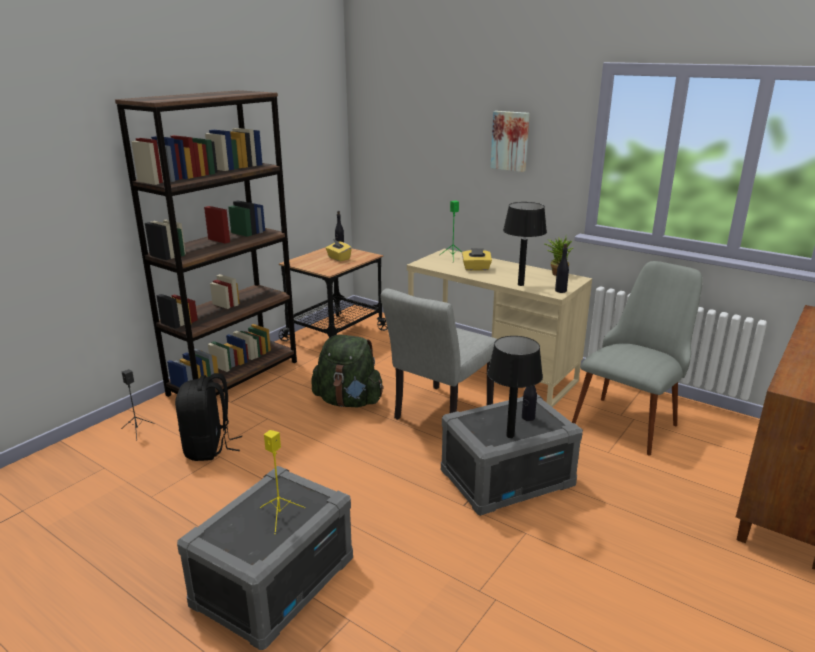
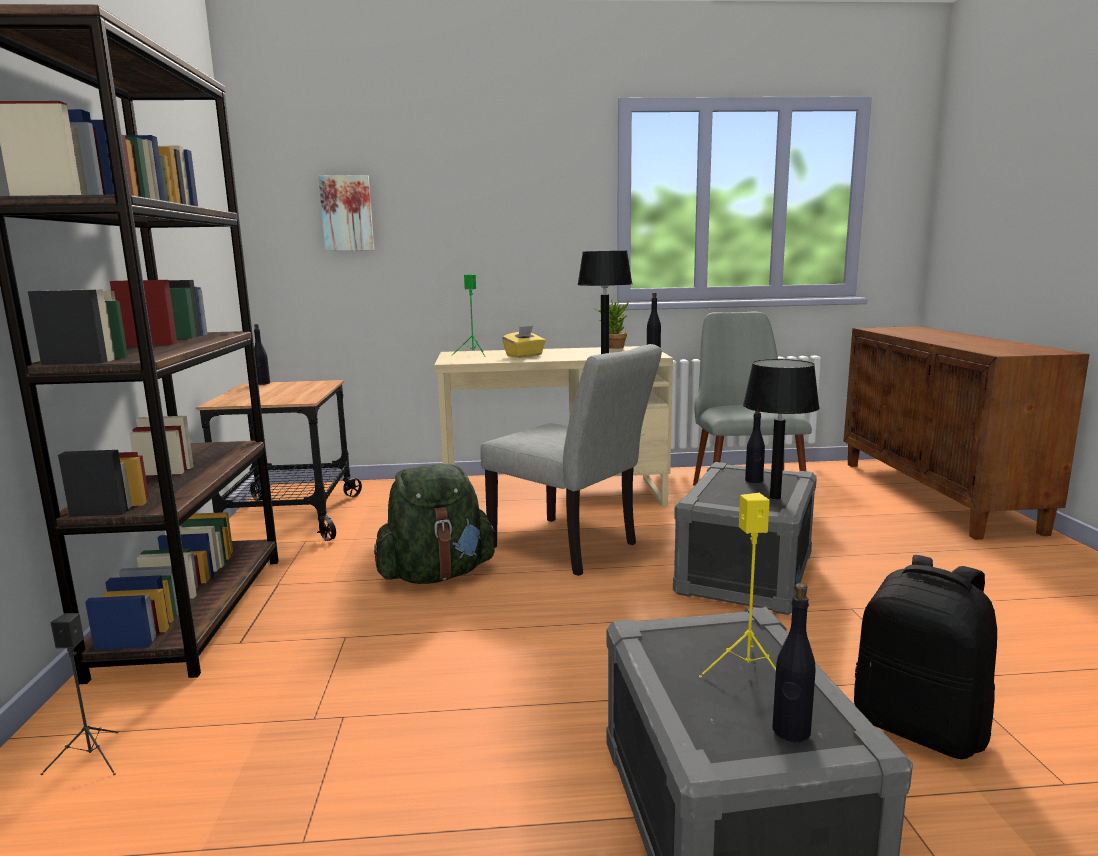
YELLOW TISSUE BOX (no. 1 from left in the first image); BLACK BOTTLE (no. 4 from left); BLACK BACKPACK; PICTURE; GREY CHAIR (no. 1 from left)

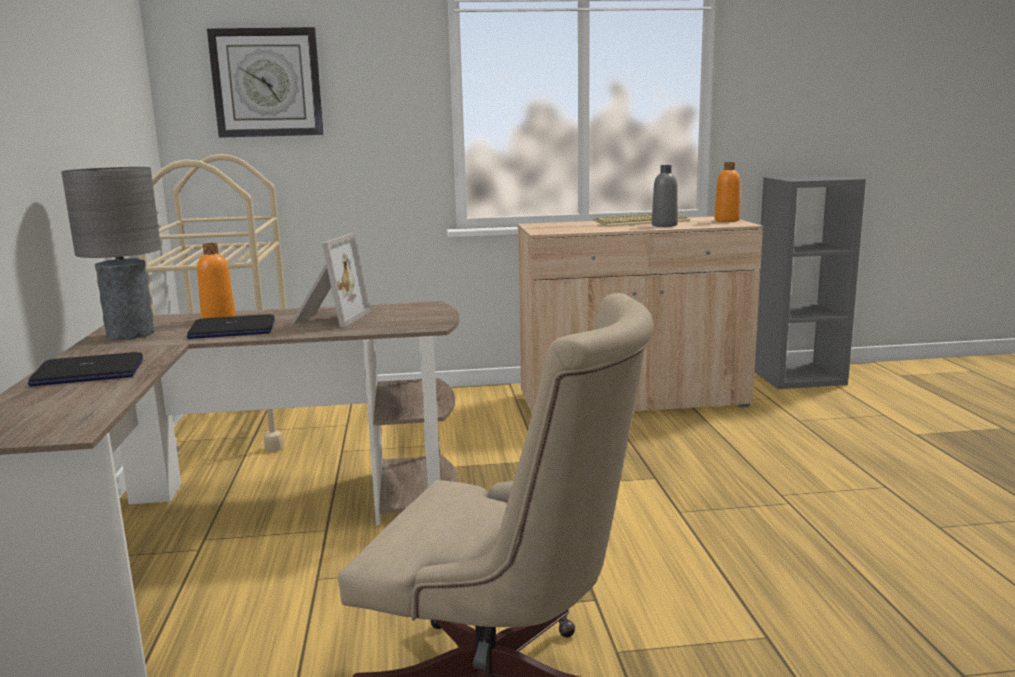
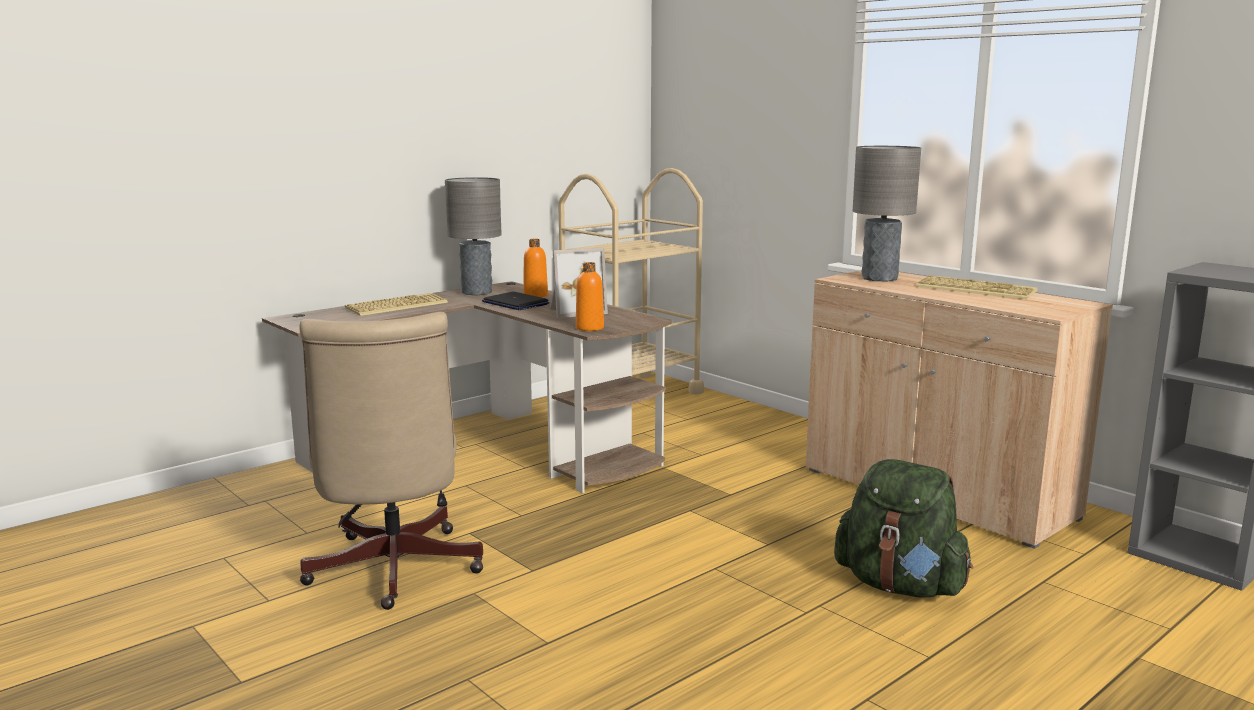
WALL CLOCK; GREY BOTTLE; GREEN BACKPACK; GREY TABLE LAMP (no. 2 from left); ORANGE BOTTLE (no. 2 from left); KEYBOARD (no. 1 from left)

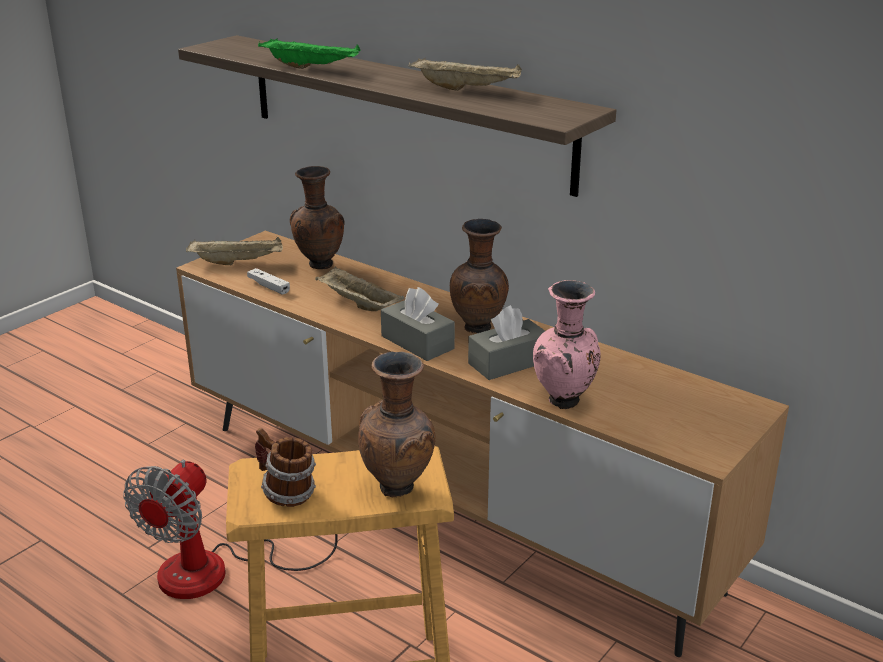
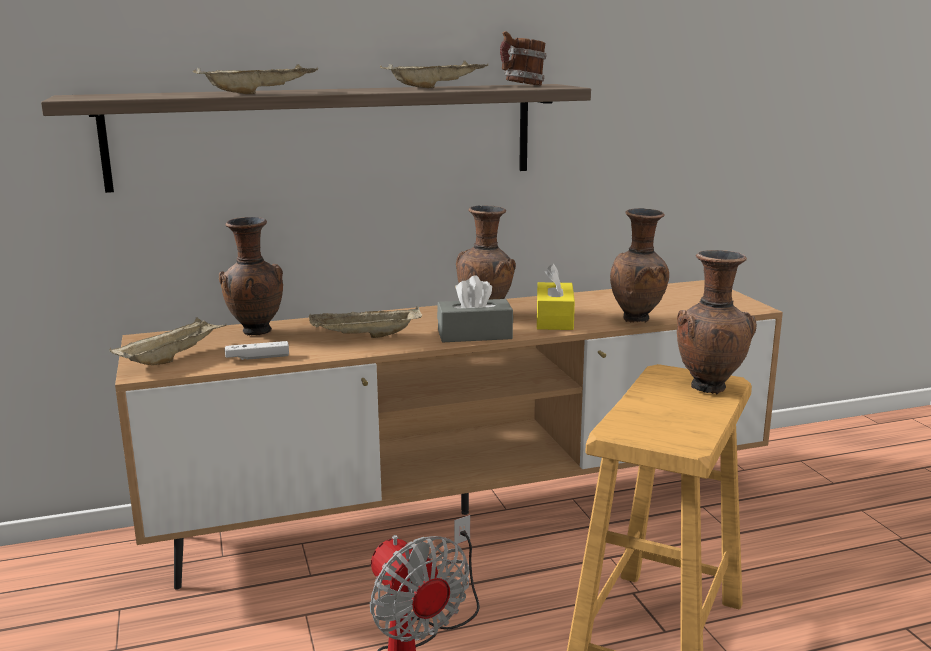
MUG; BEIGE TRAY (no. 2 from left); YELLOW TISSUE BOX; BROWN VASE (no. 3 from left)

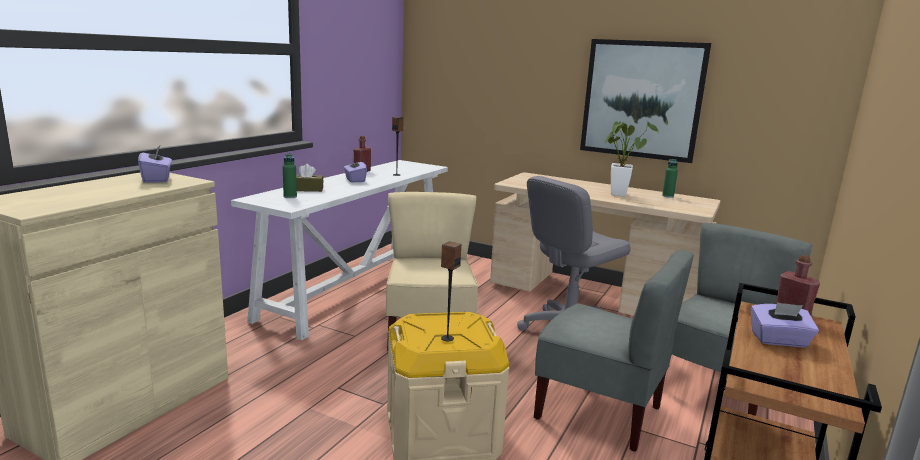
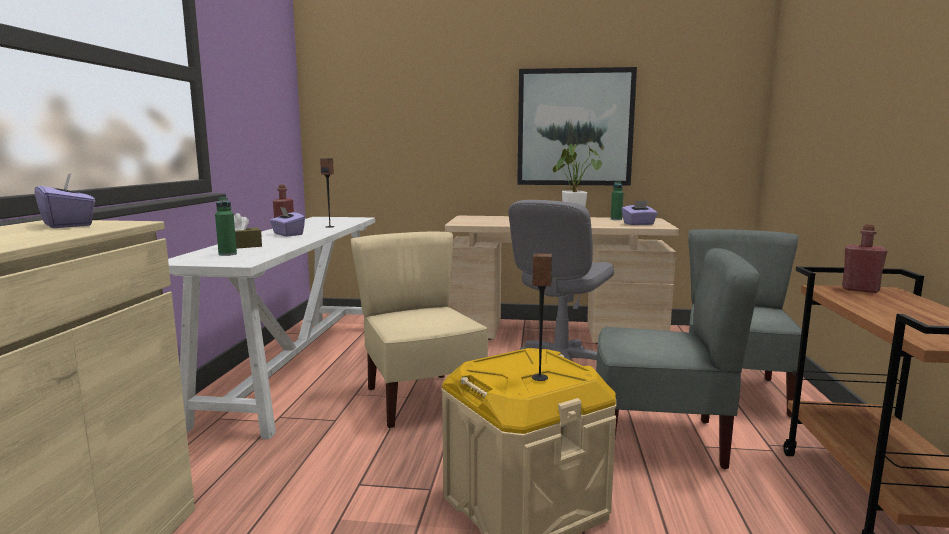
PURPLE TISSUE BOX (no. 3 from left)

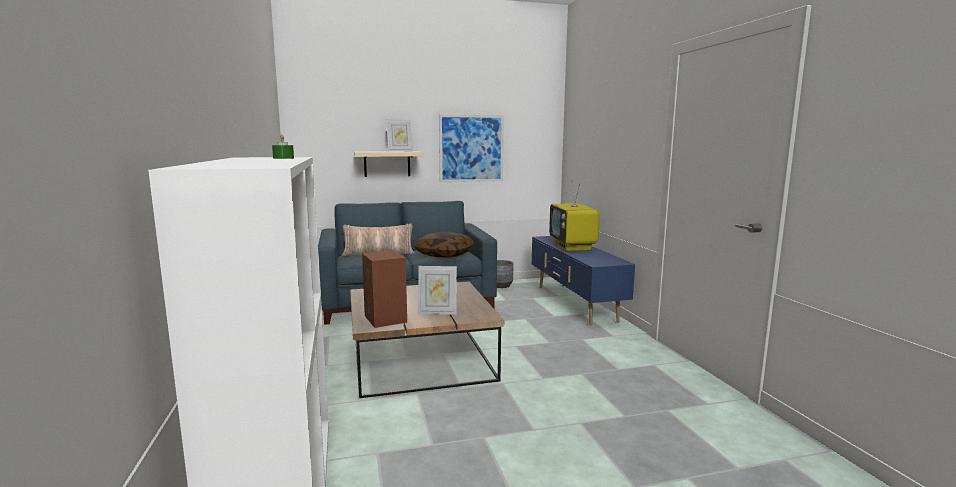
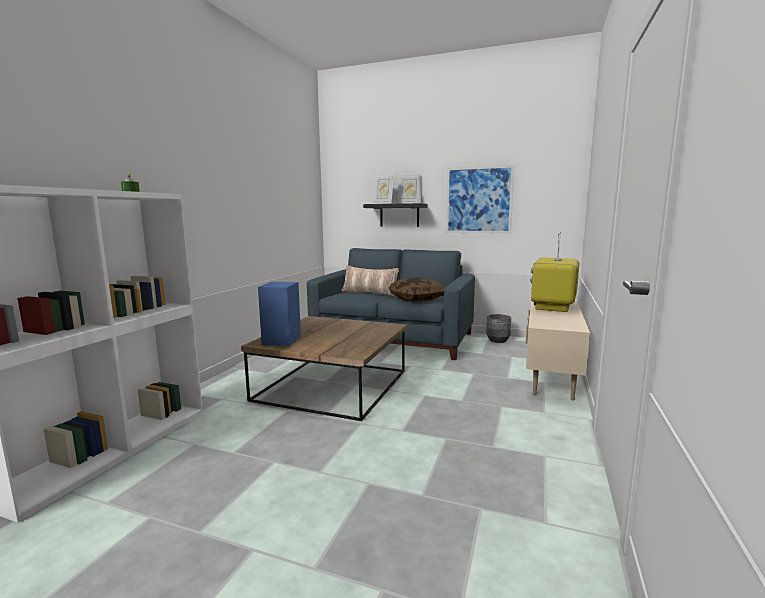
PICTURE FRAME (no. 1 from left); BLACK SHELF; BLUE SPEAKER; BEIGE TV STAND

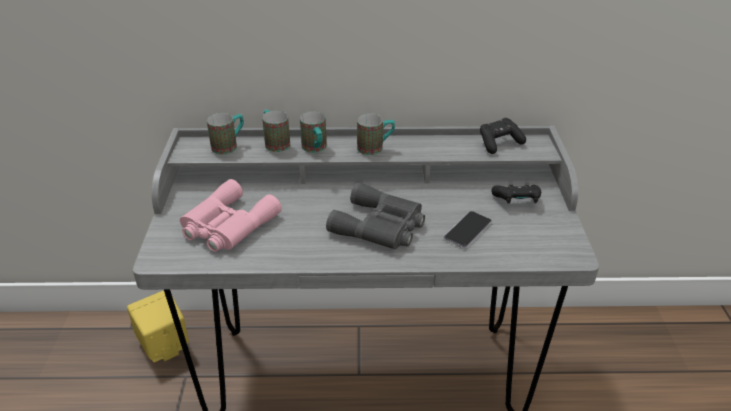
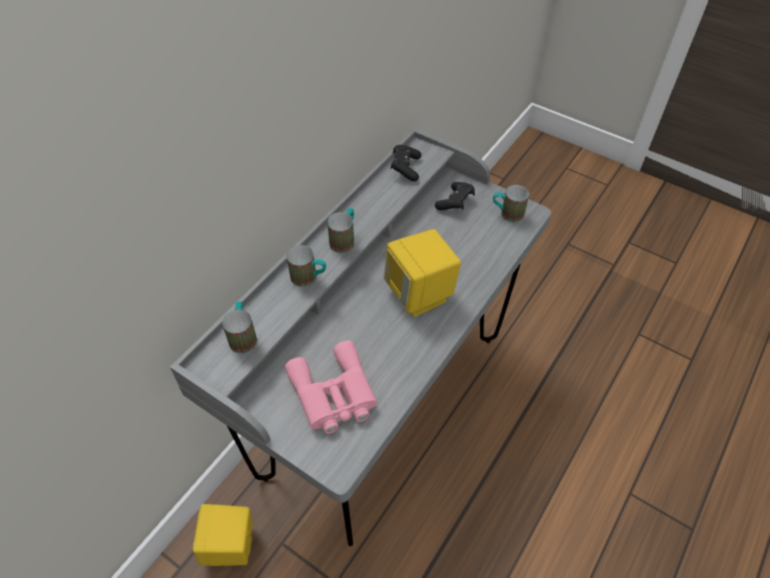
PHONE; MUG (no. 4 from left); YELLOW SPEAKER (no. 2 from left)

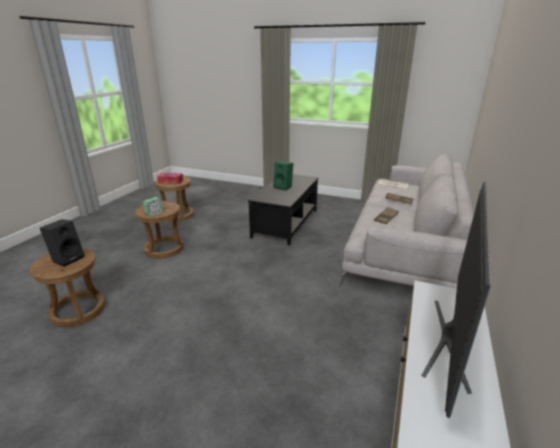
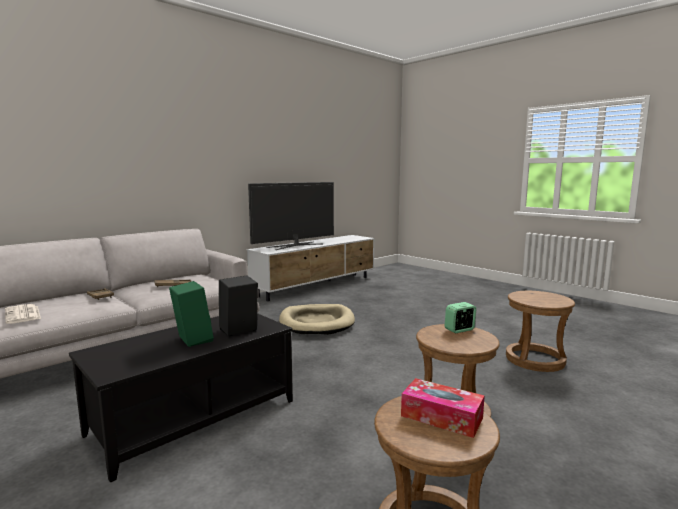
BEIGE DOG BED; BLACK SPEAKER

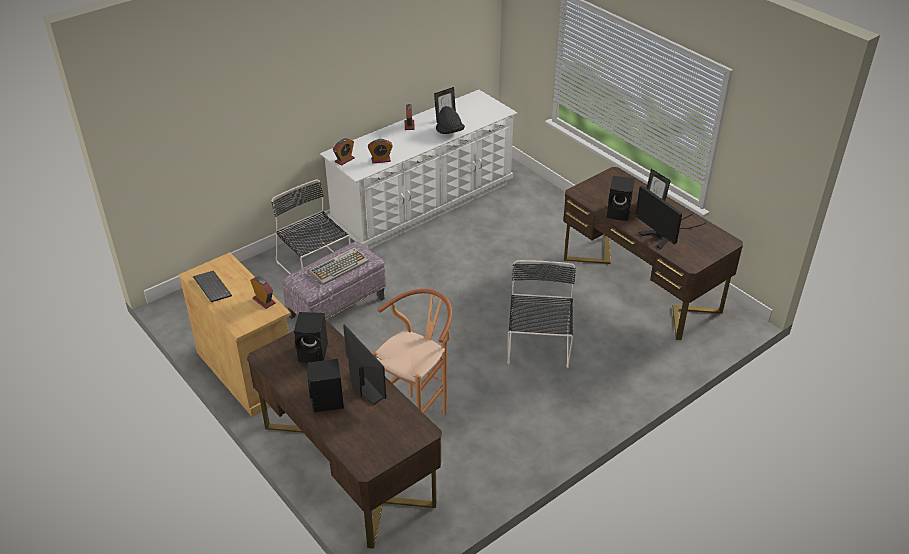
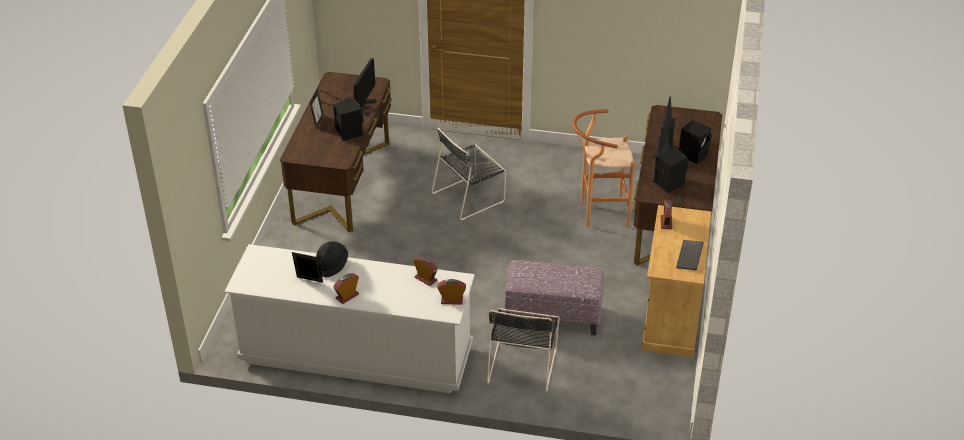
KEYBOARD (no. 2 from left in the first image)

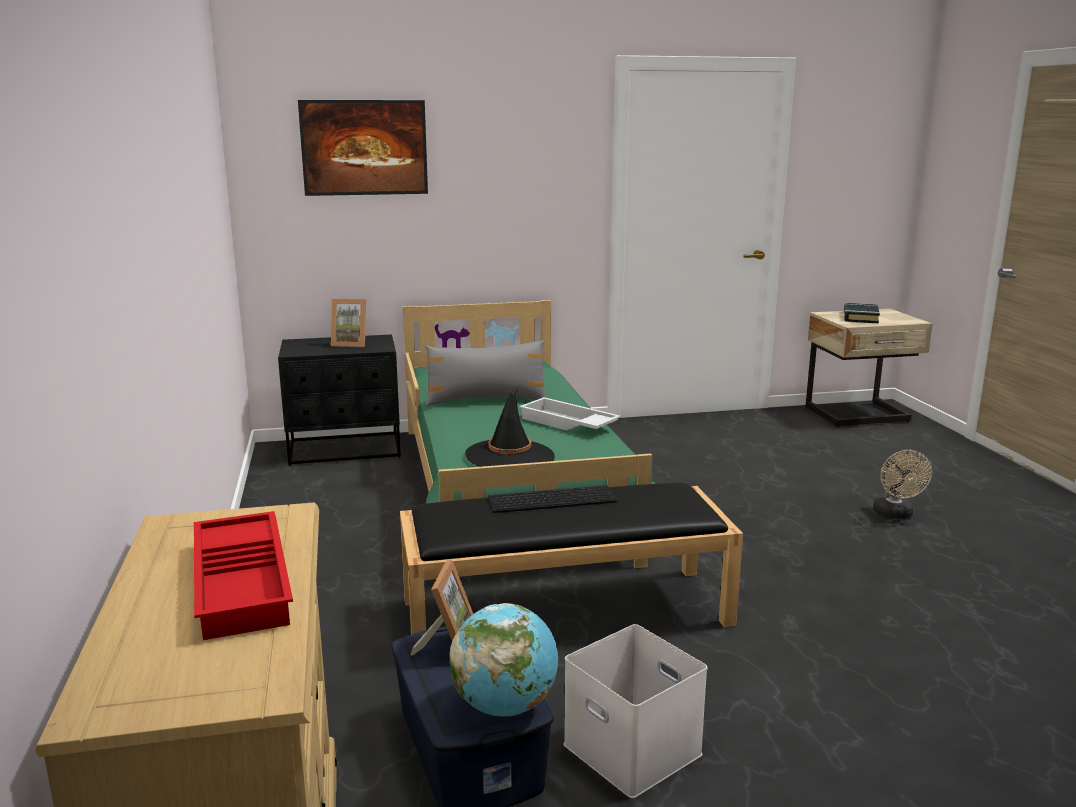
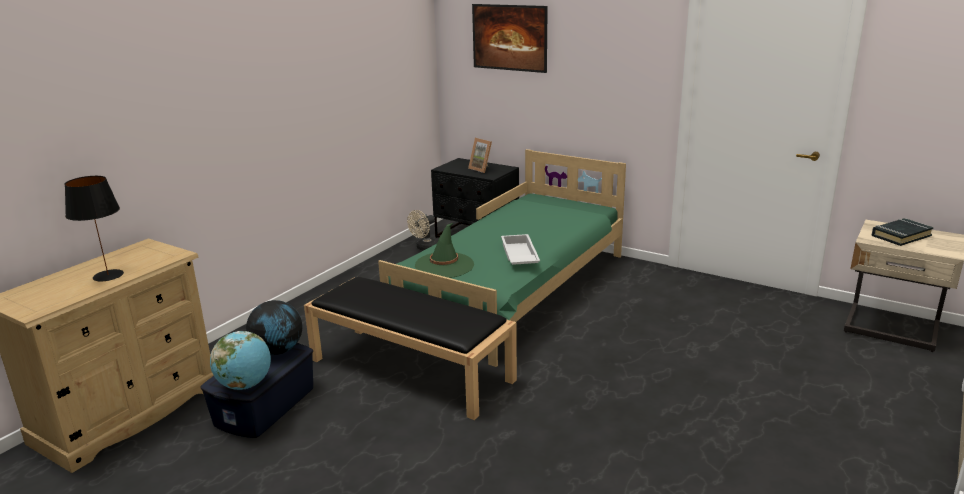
GREY PILLOW; KEYBOARD; WHITE STORAGE BOX; BEIGE FAN; BLACK TABLE LAMP; GLOBE (no. 2 from left); GREEN HAT

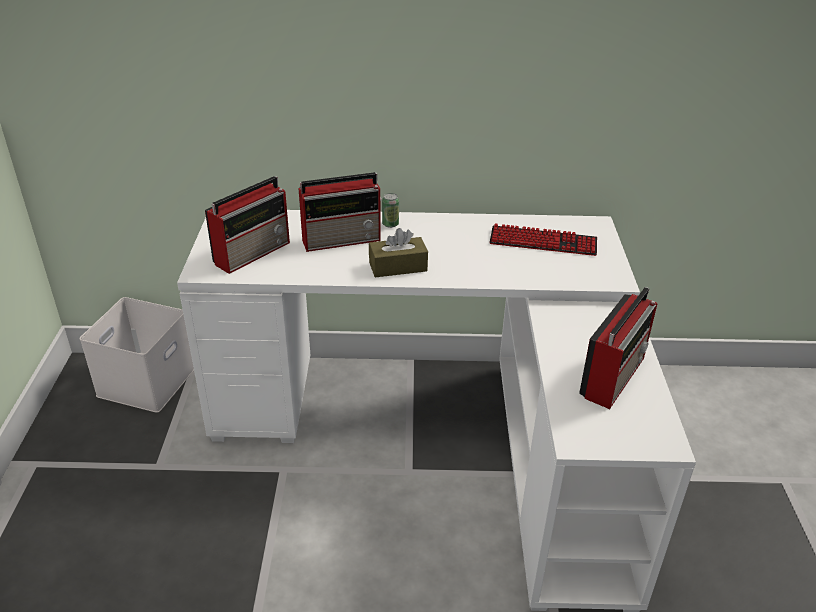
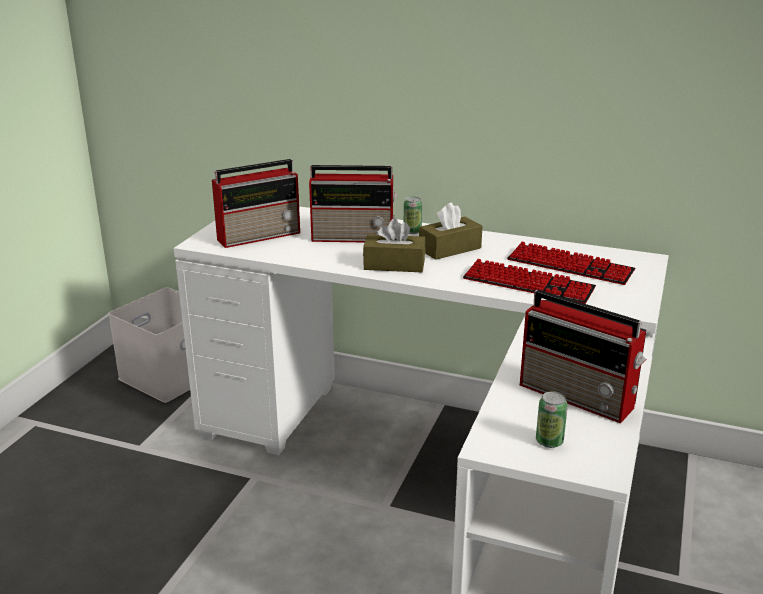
BROWN TISSUE BOX (no. 2 from left); KEYBOARD (no. 1 from left); CAN (no. 2 from left); RADIO (no. 3 from left)

